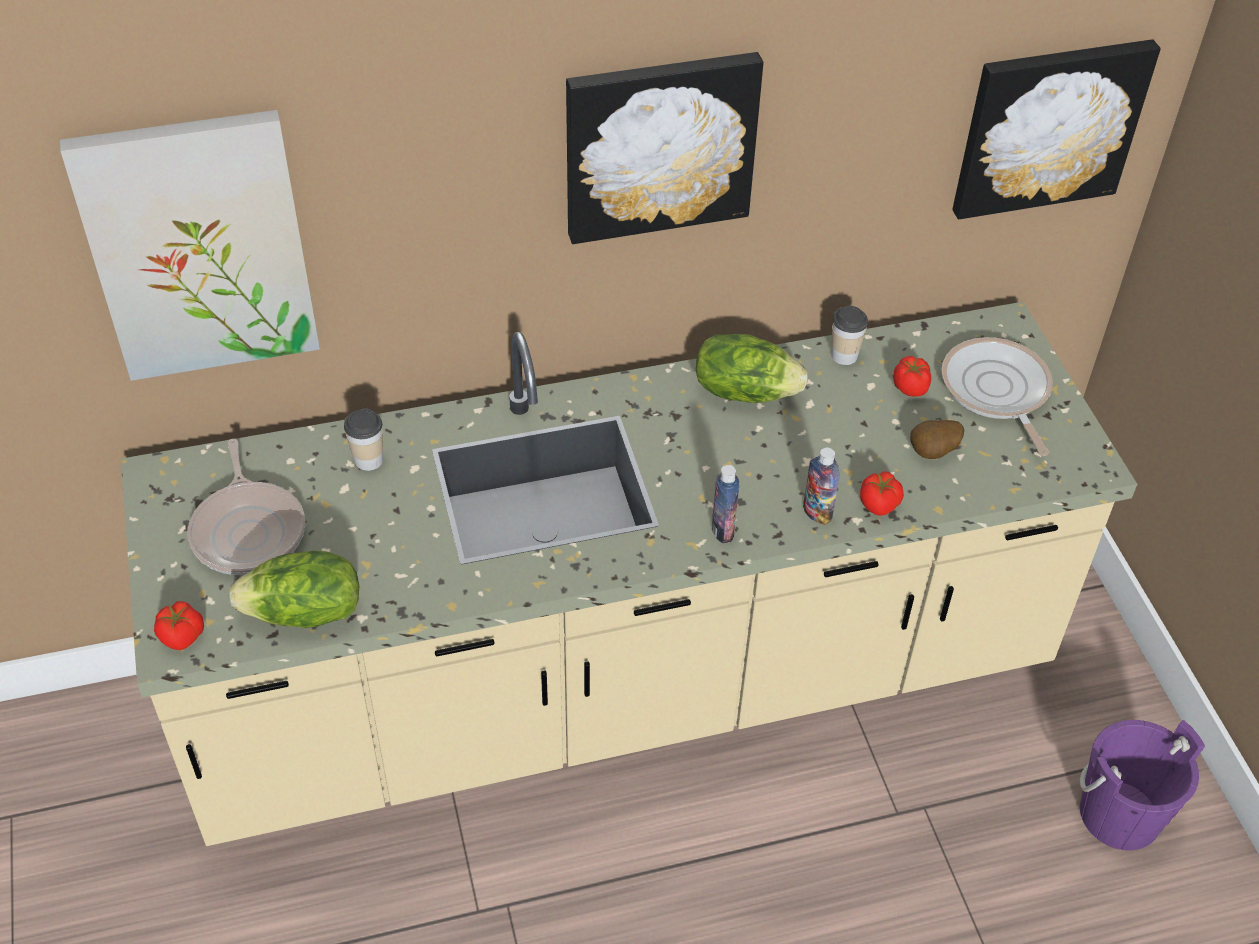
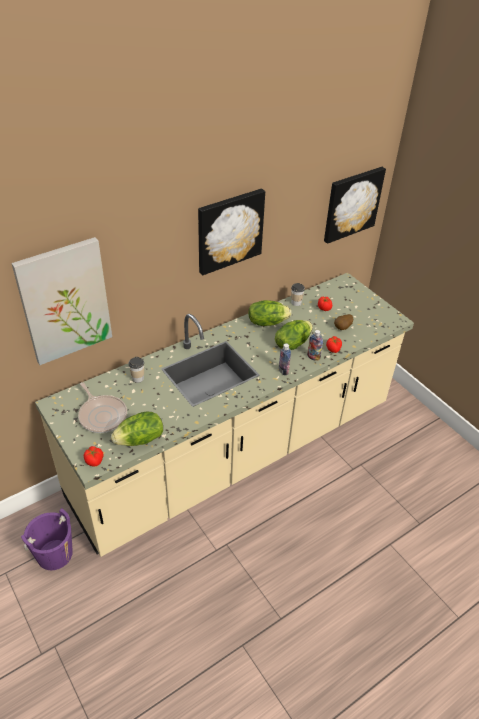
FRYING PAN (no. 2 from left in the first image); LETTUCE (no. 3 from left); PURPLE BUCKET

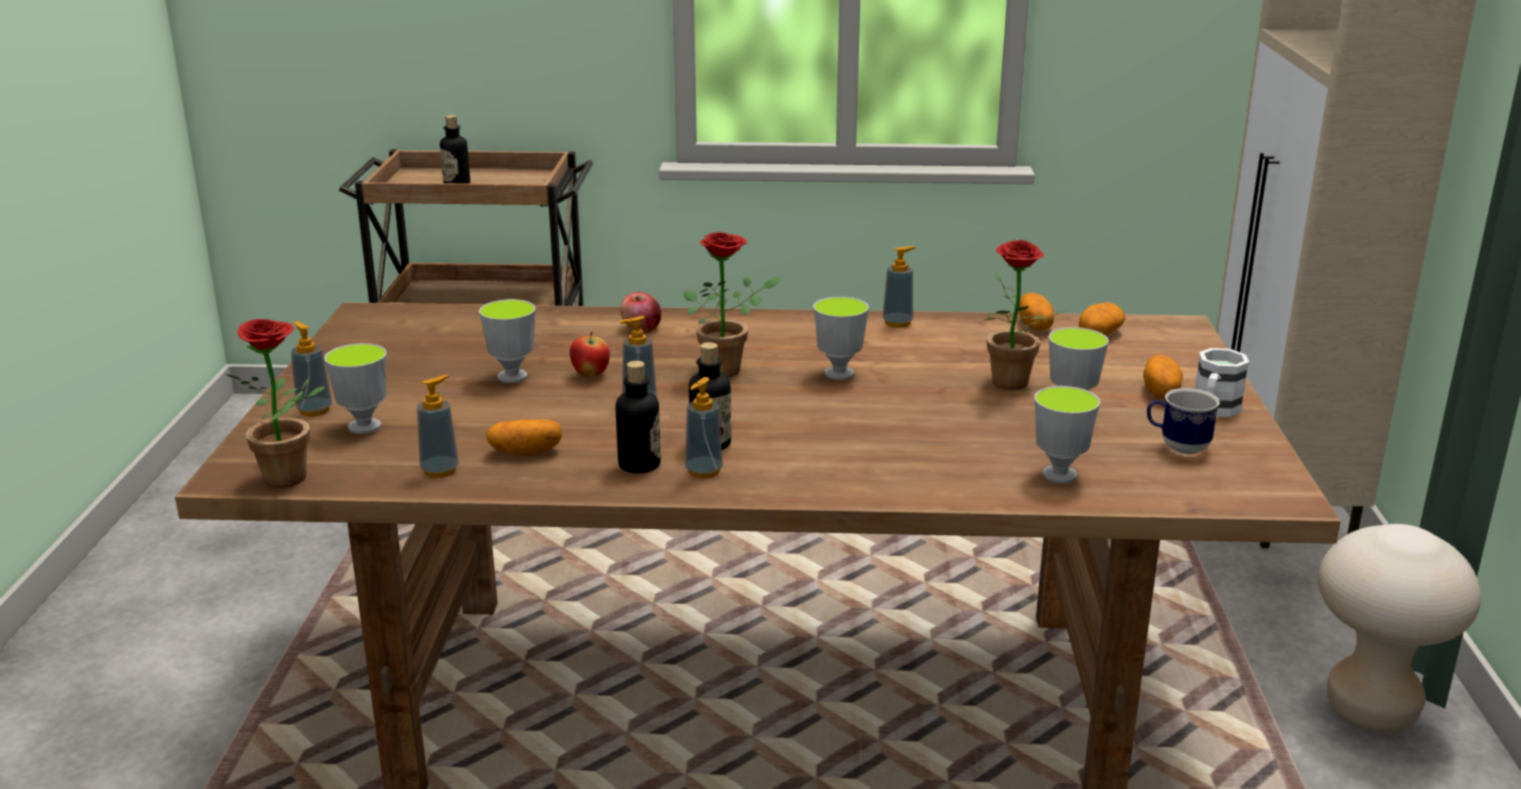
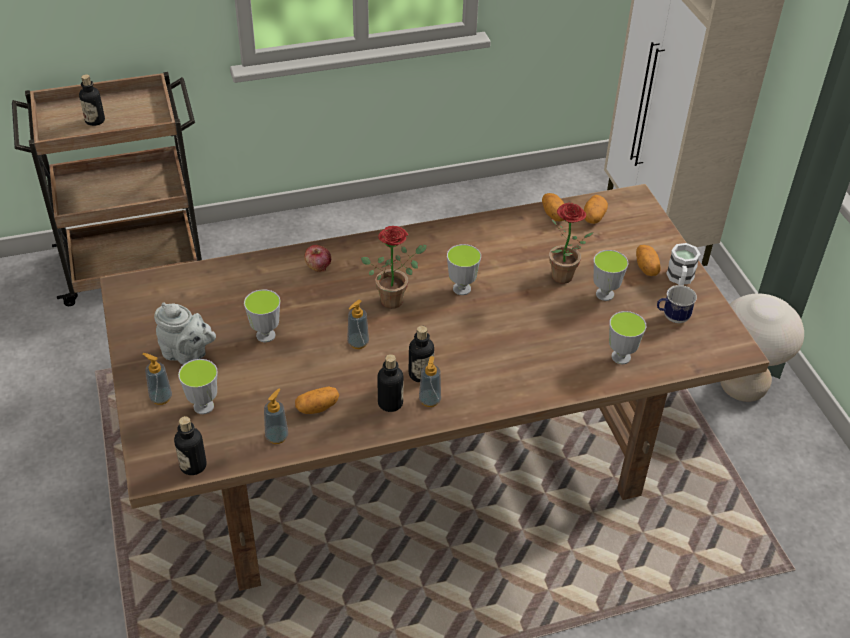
APPLE (no. 1 from left in the first image); SOAP DISPENSER (no. 5 from left in the first image); GREY TEAPOT; BOTTLE (no. 2 from left)

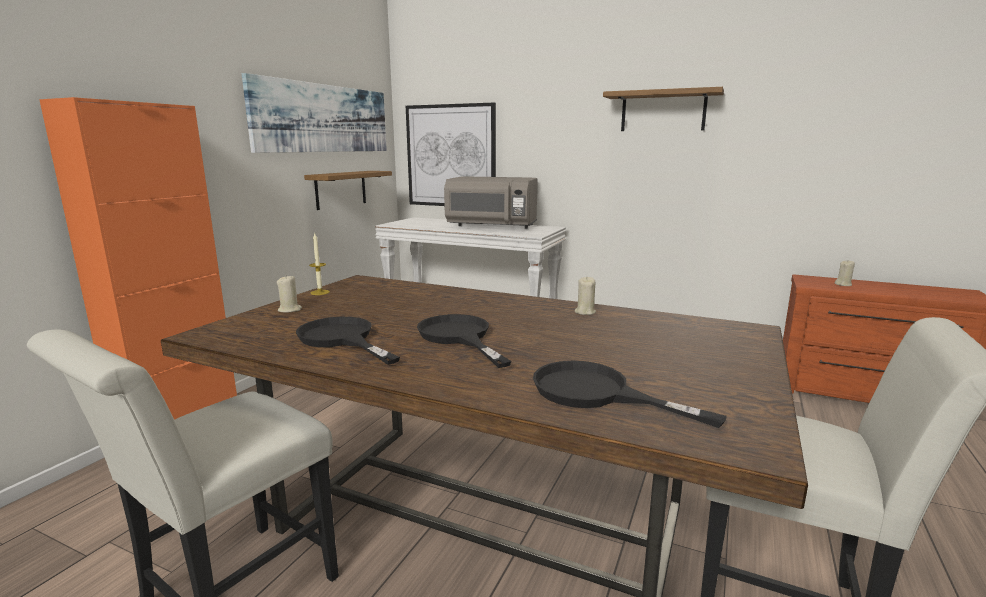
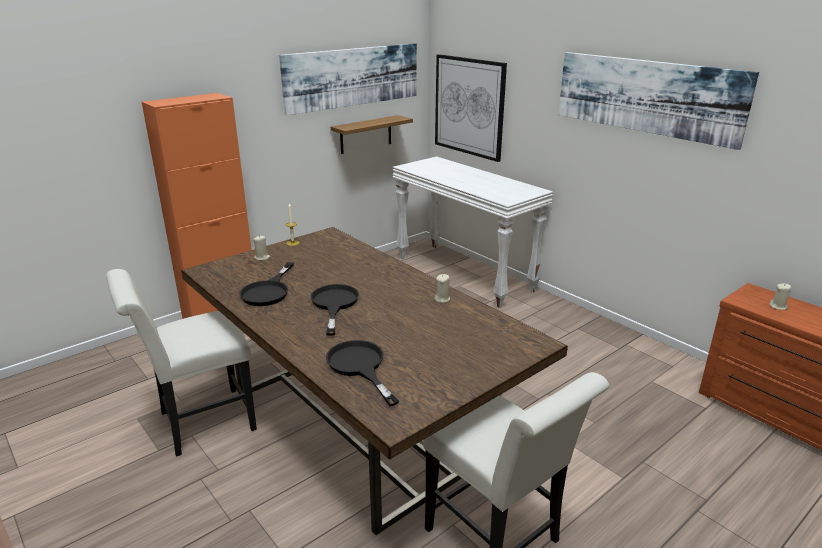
GREY MICROWAVE; PICTURE (no. 3 from left); BLACK FRYING PAN (no. 1 from left)

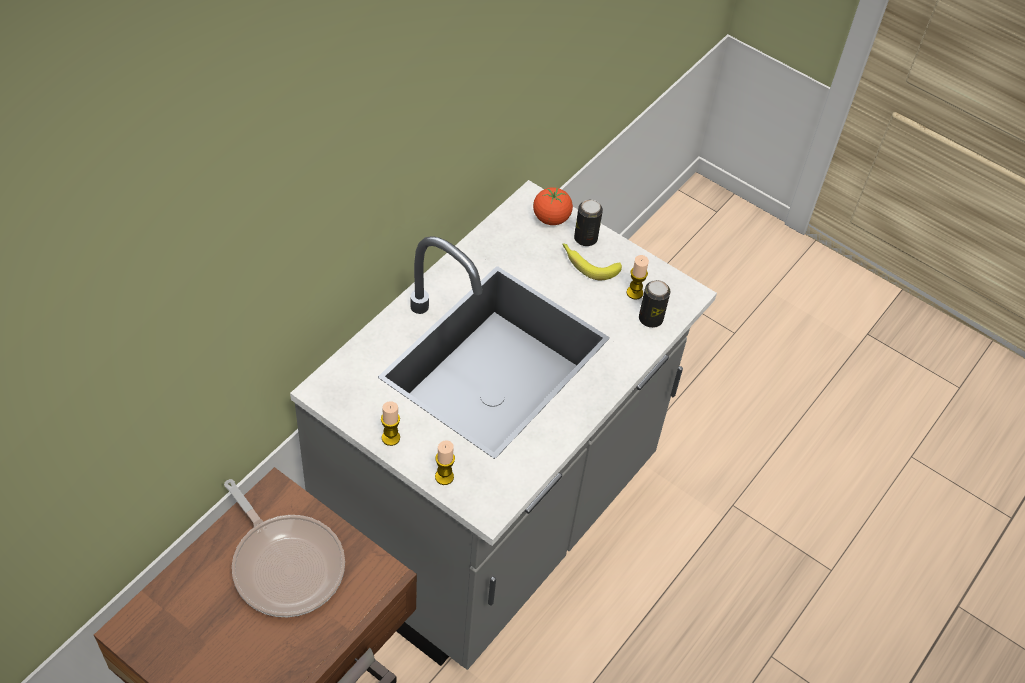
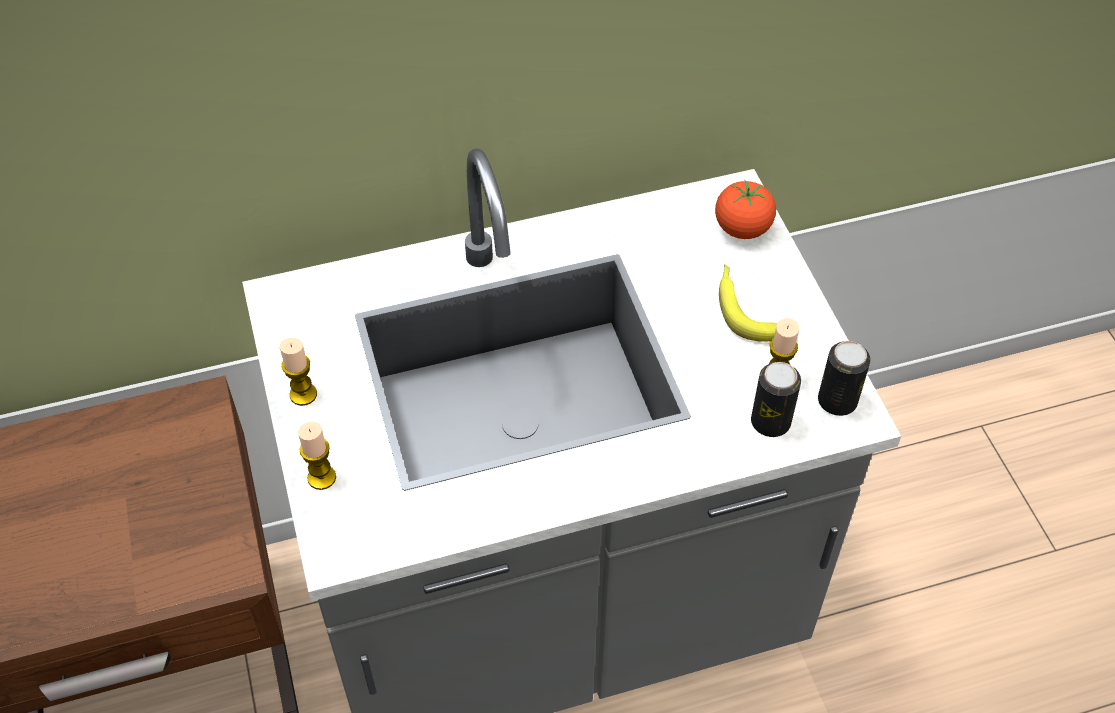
FRYING PAN; CAN (no. 2 from left)

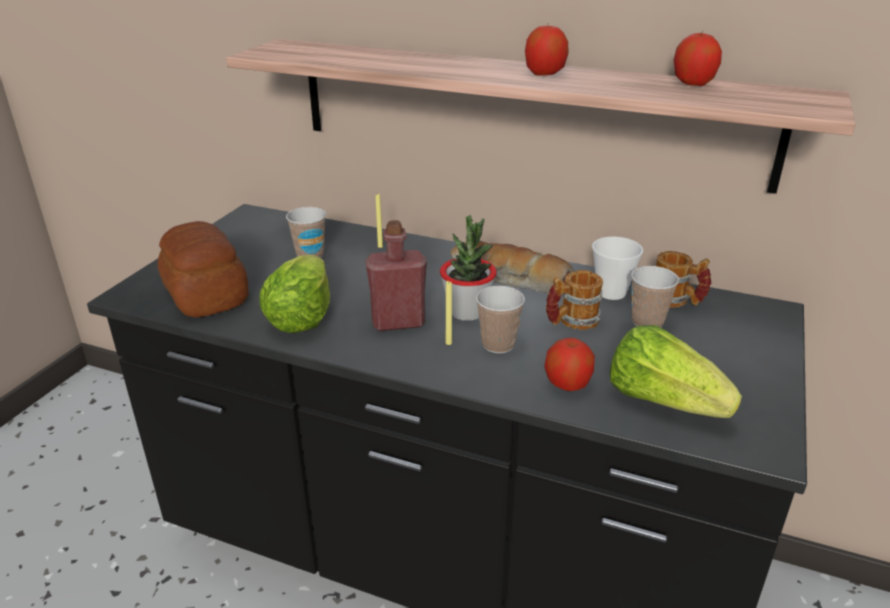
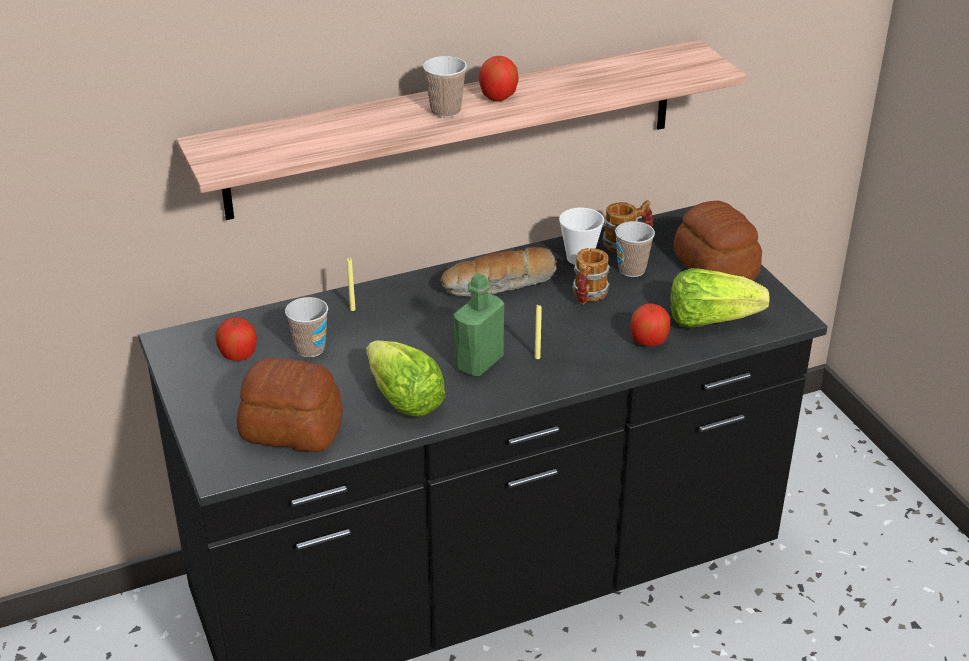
POTTED PLANT; BREAD (no. 3 from left); CUP (no. 2 from left); APPLE (no. 1 from left); GREEN BOTTLE

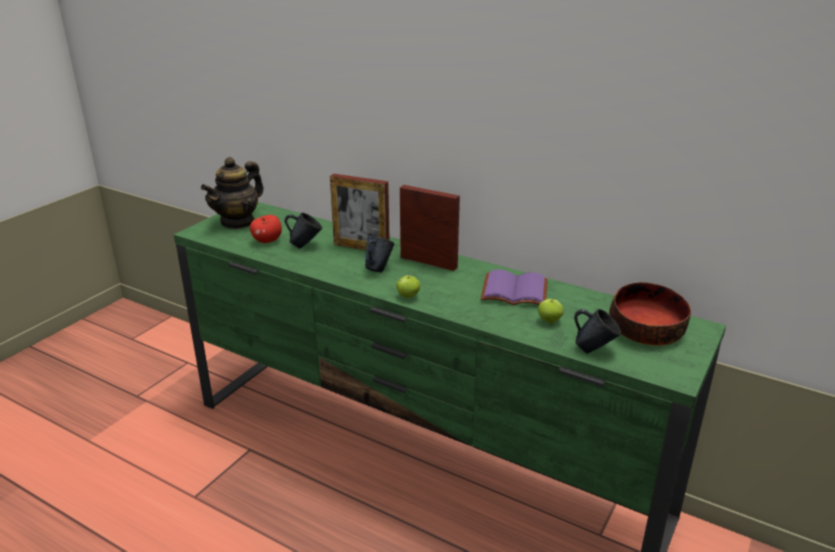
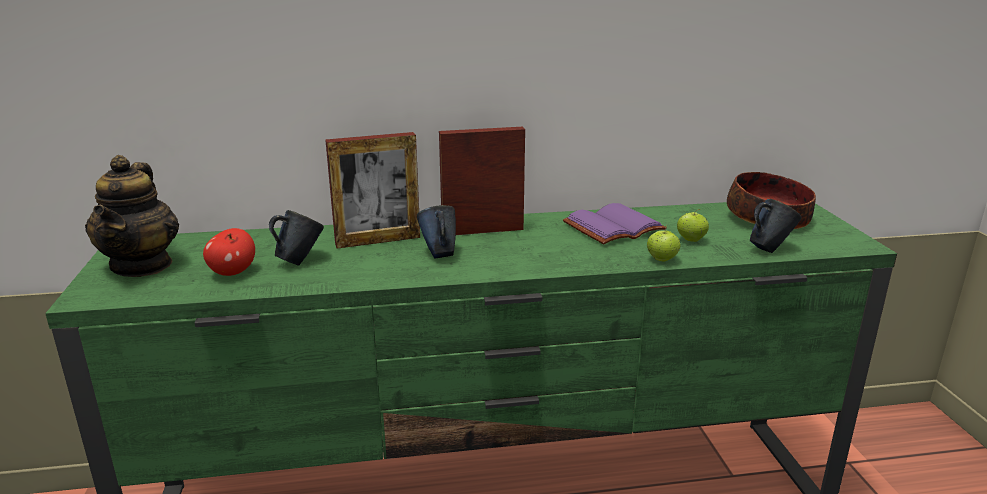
APPLE (no. 2 from left)

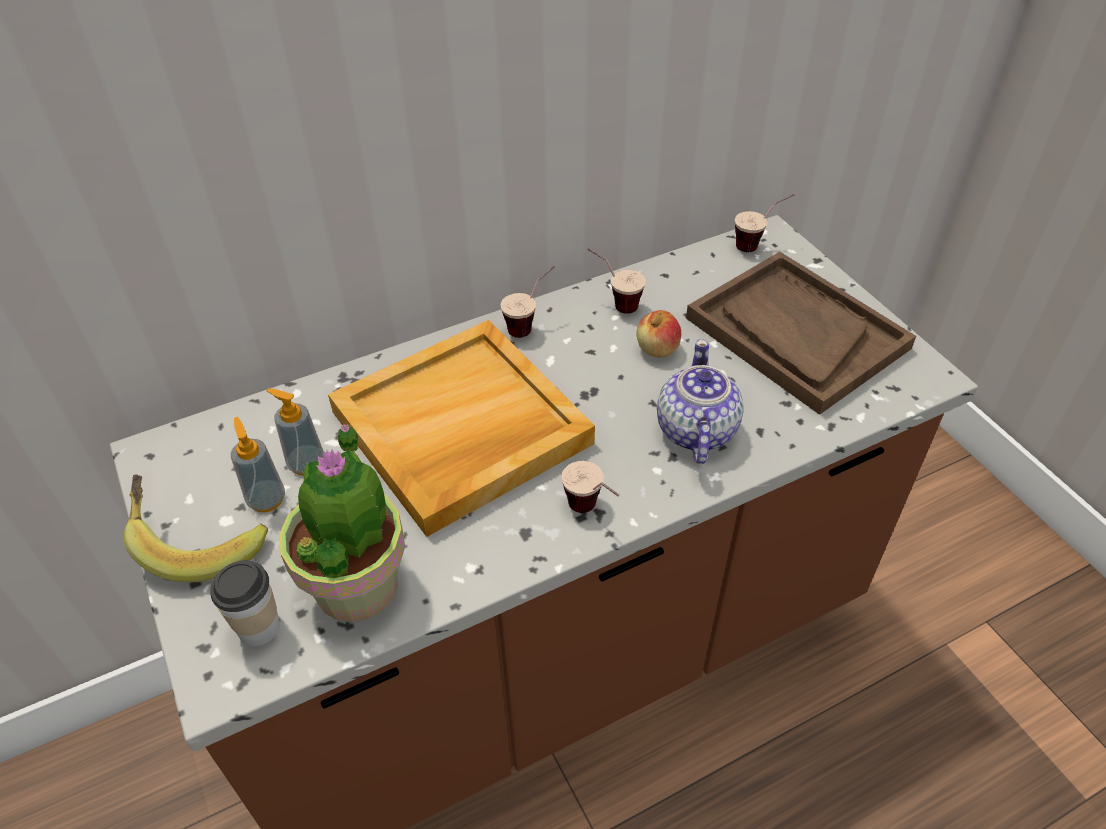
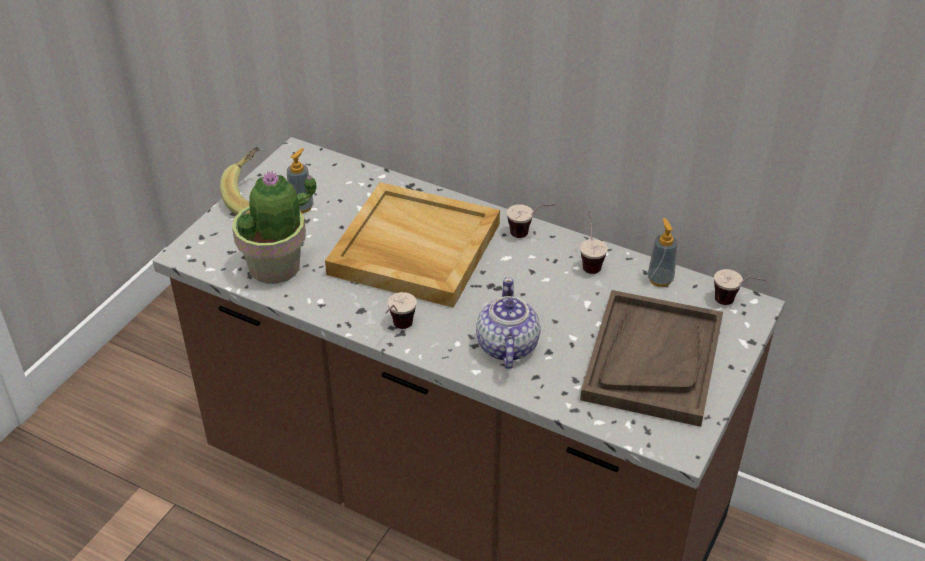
CUP (no. 1 from left in the first image); APPLE; SOAP DISPENSER (no. 2 from left); TEAPOT

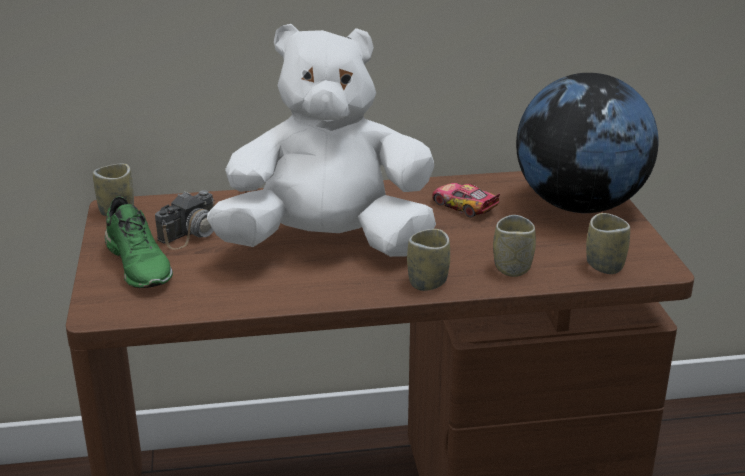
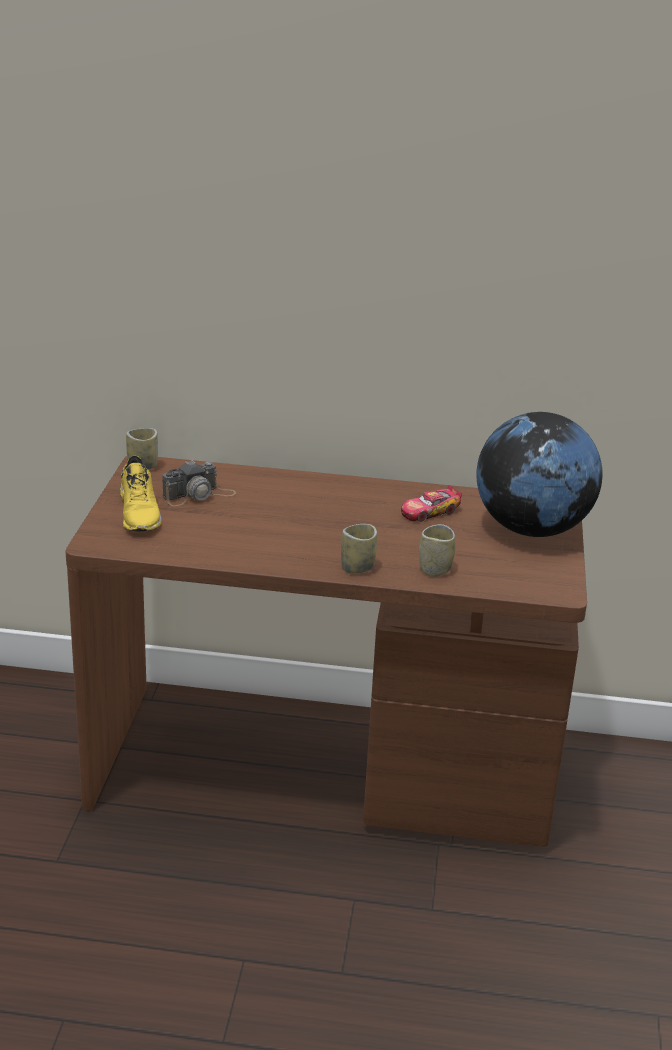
WHITE PLUSH TOY; CUP (no. 4 from left in the first image); YELLOW SHOE; TOY CAR

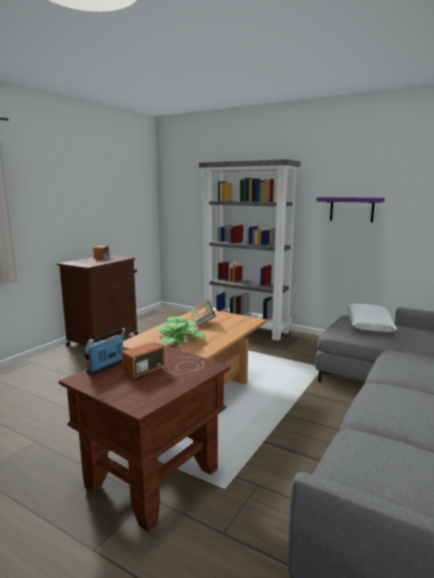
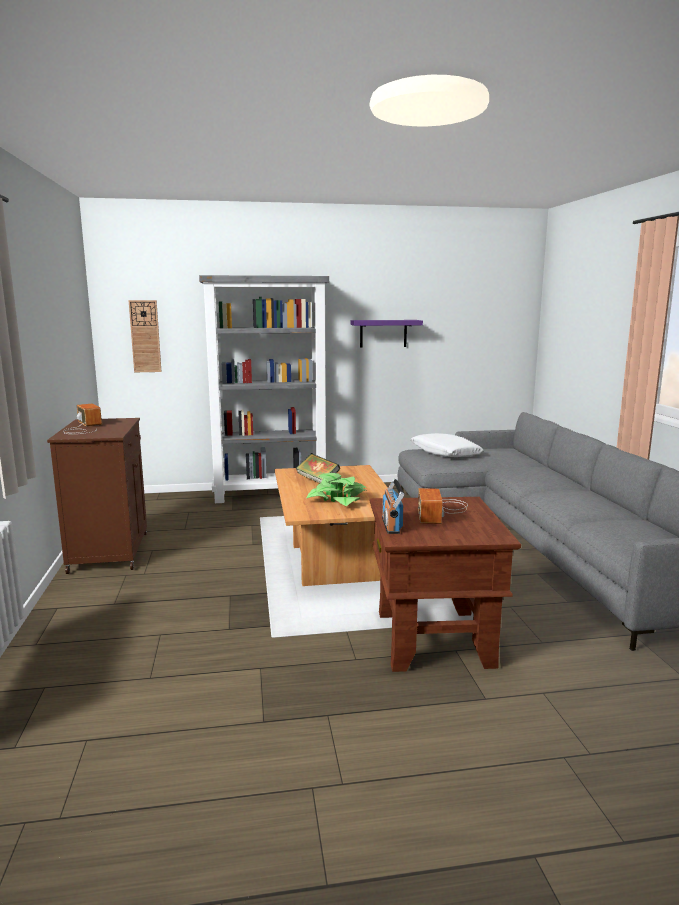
WALL CLOCK

